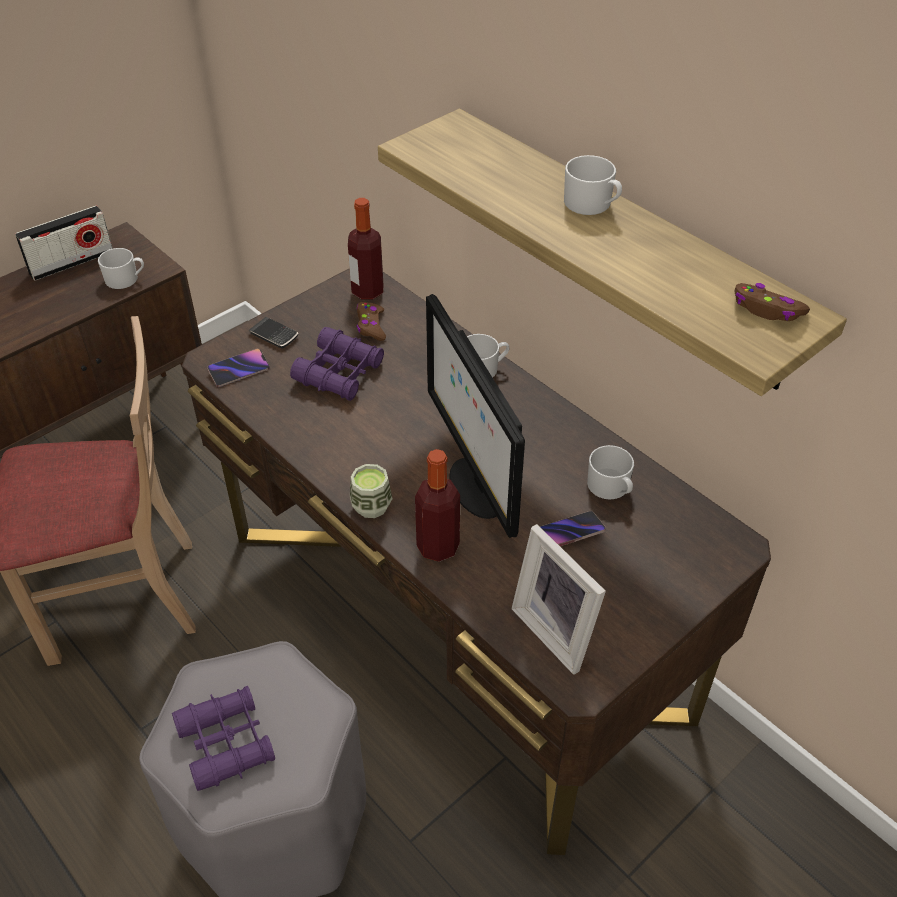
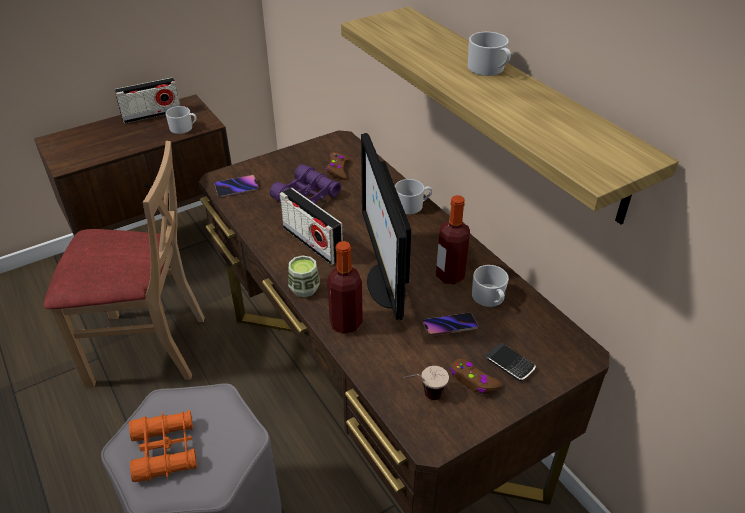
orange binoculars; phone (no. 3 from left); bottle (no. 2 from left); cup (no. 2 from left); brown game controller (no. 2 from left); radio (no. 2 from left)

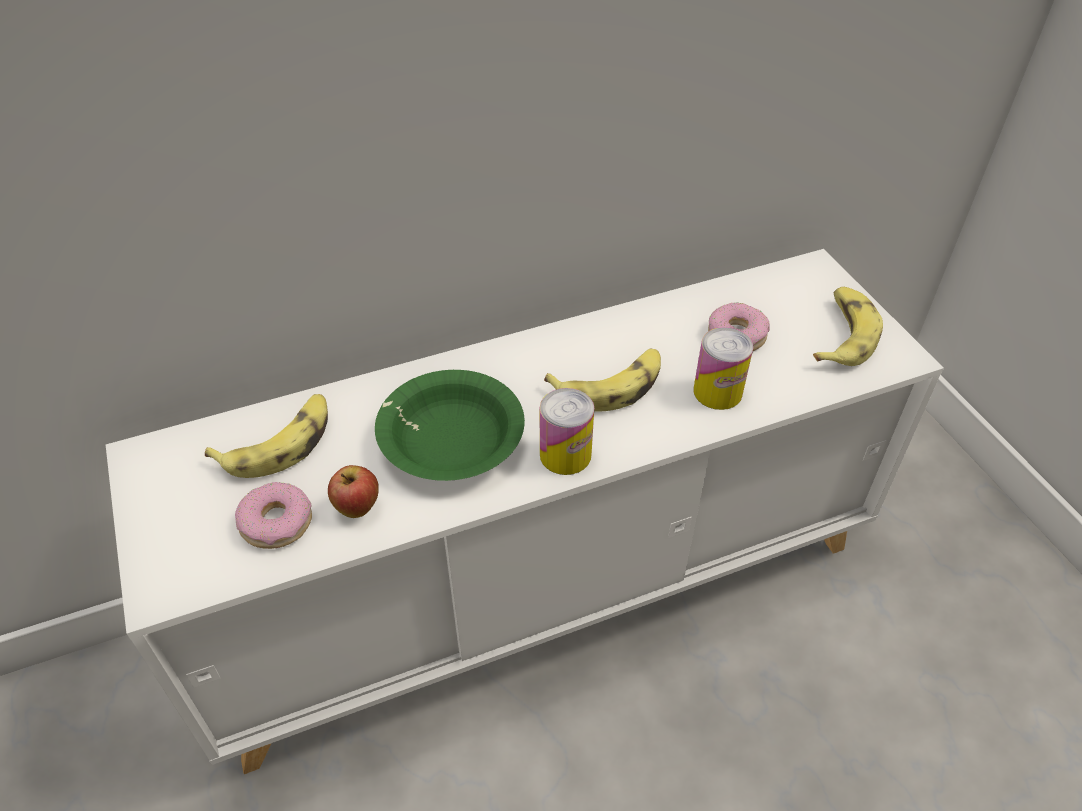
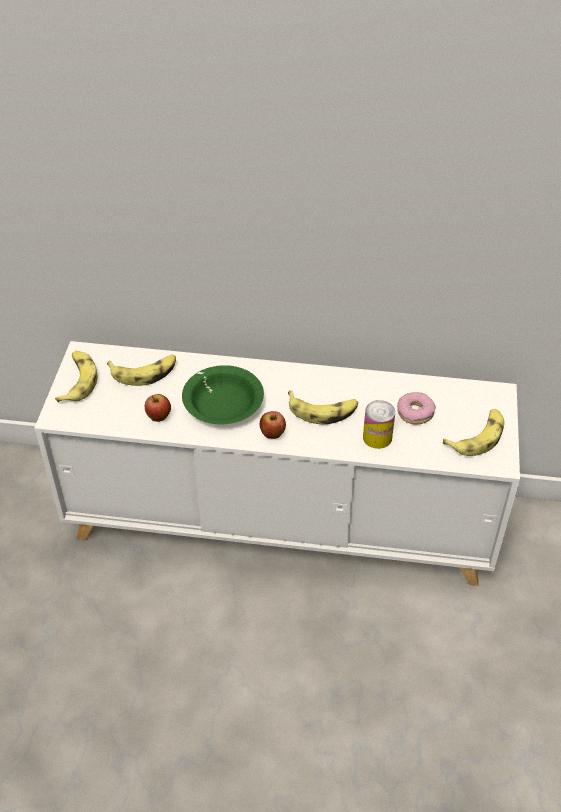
donut (no. 1 from left in the first image); apple (no. 2 from left); banana (no. 1 from left)

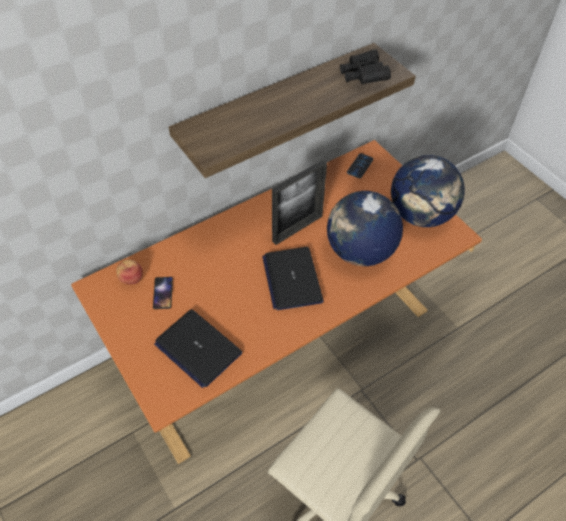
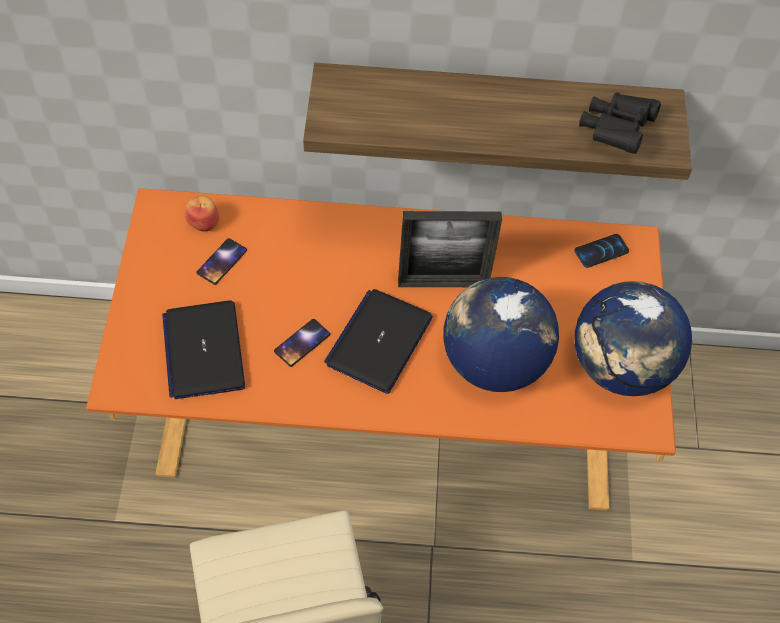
phone (no. 2 from left)

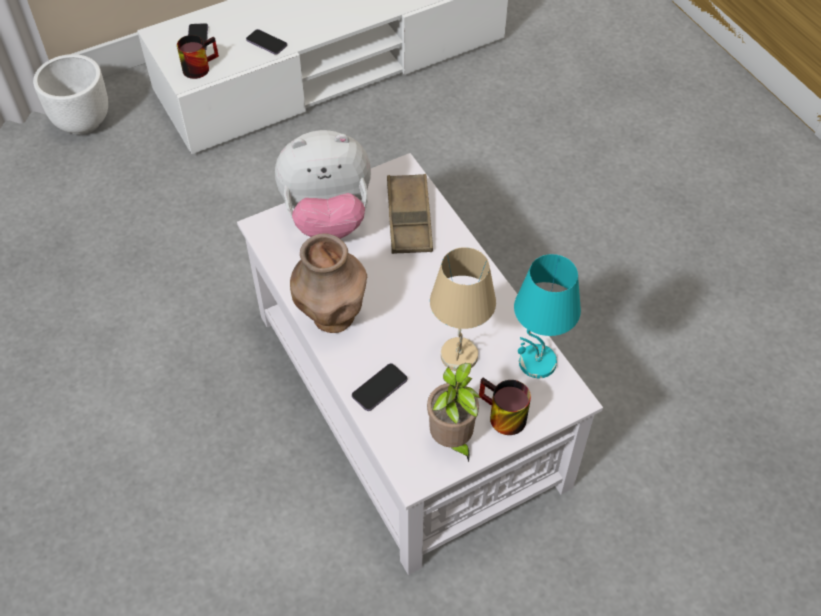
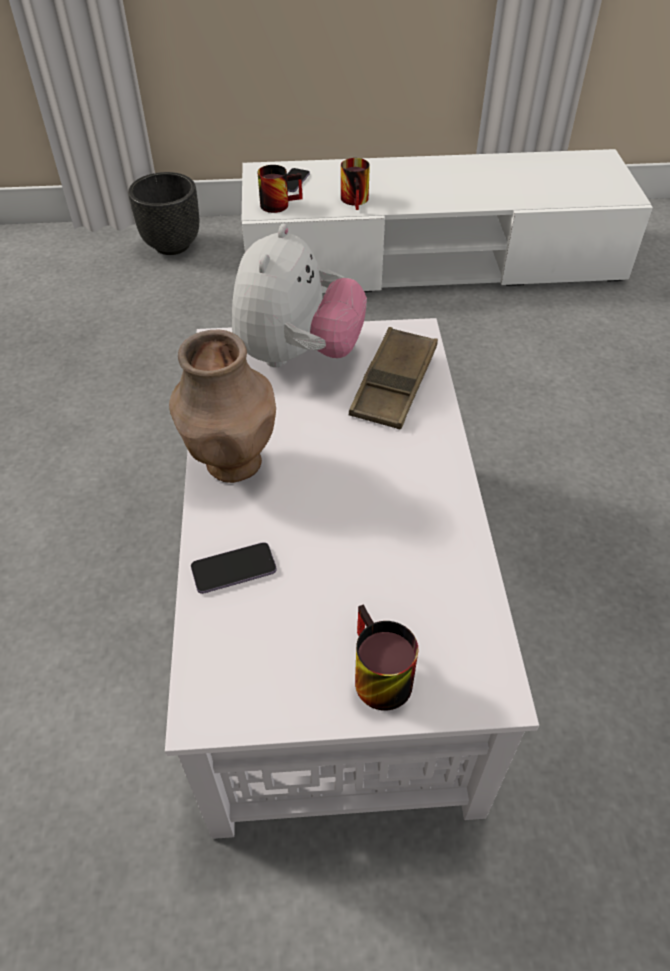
black planter; mug (no. 2 from left); plush toy; potted plant; beige table lamp; turquoise table lamp

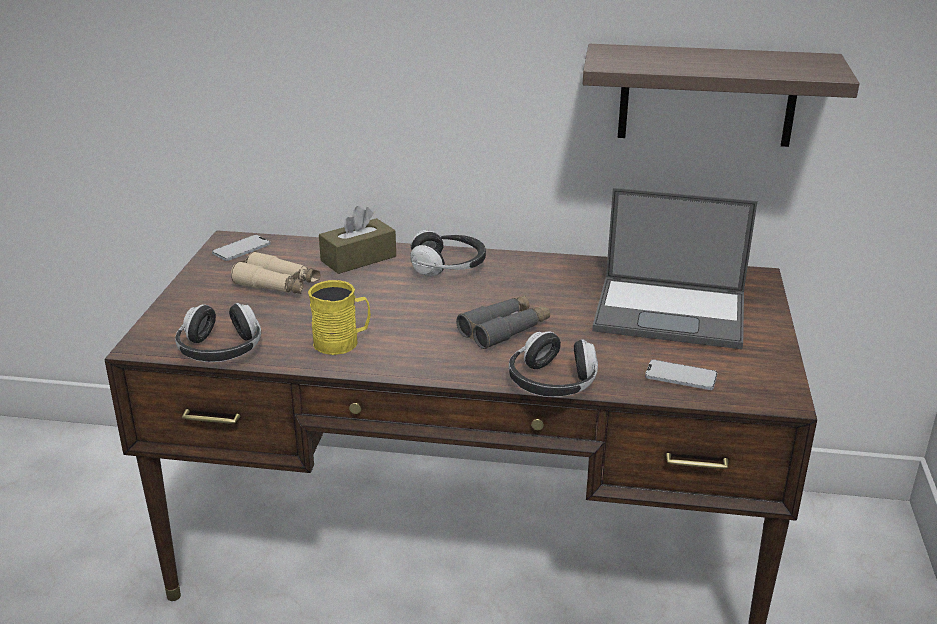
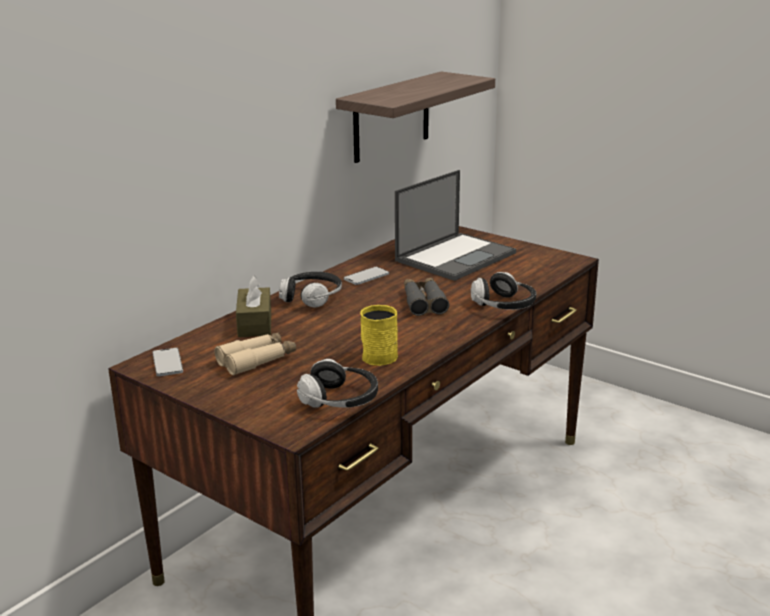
phone (no. 2 from left)

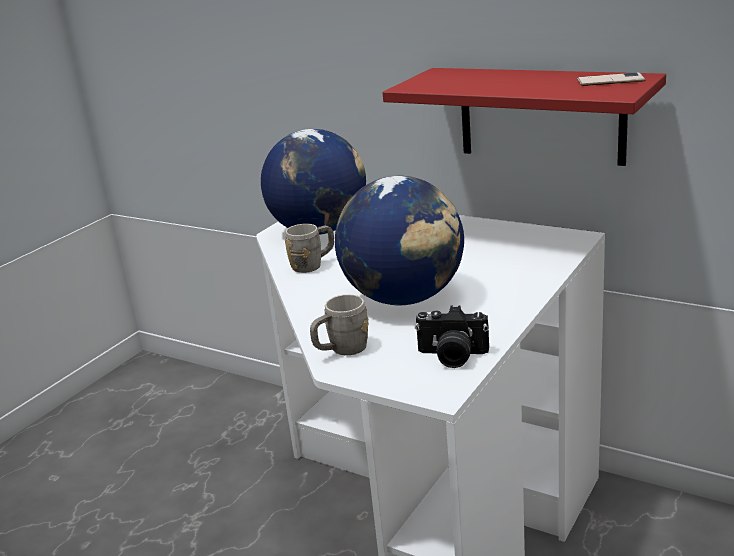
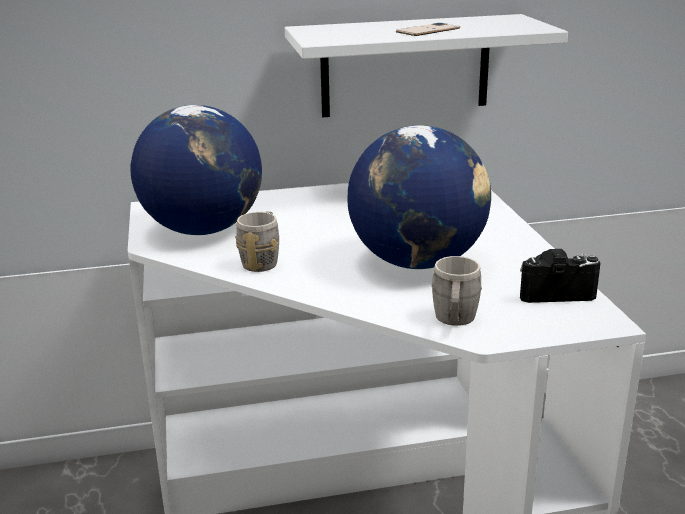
white shelf; photo camera; phone

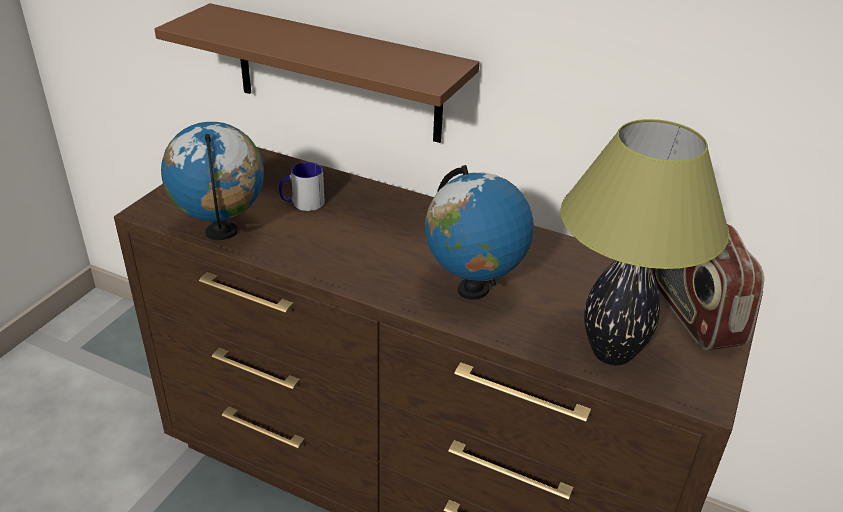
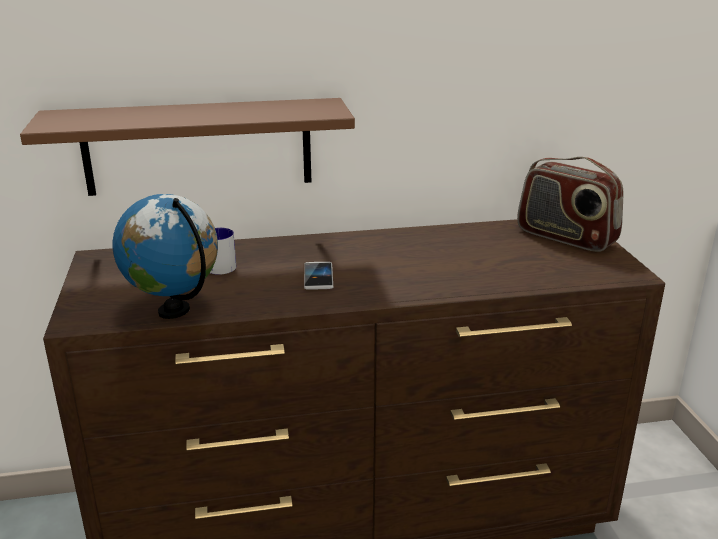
globe (no. 2 from left in the first image); table lamp; phone

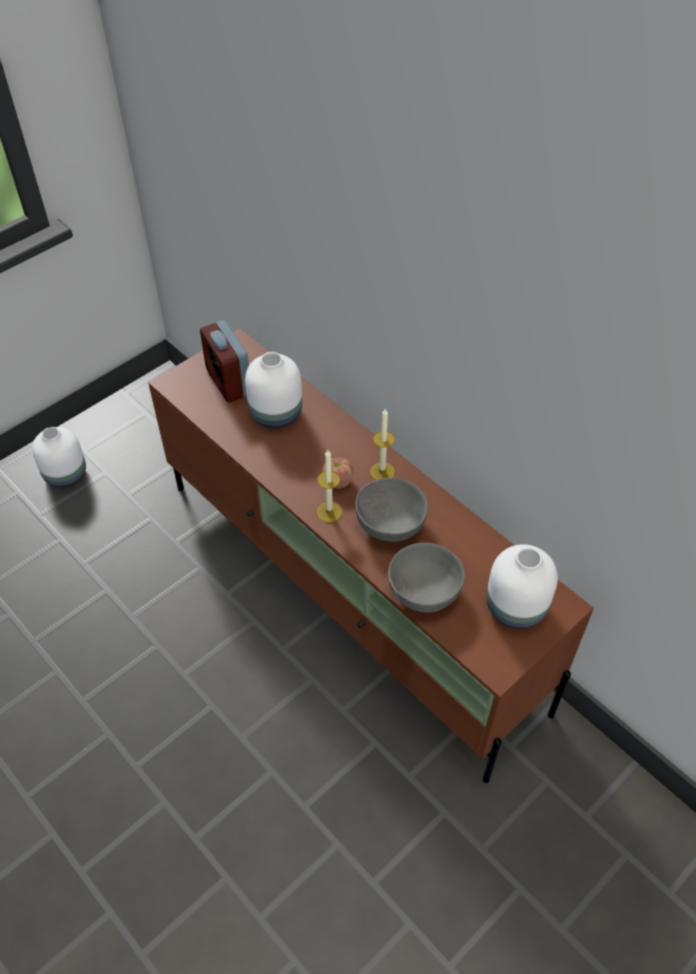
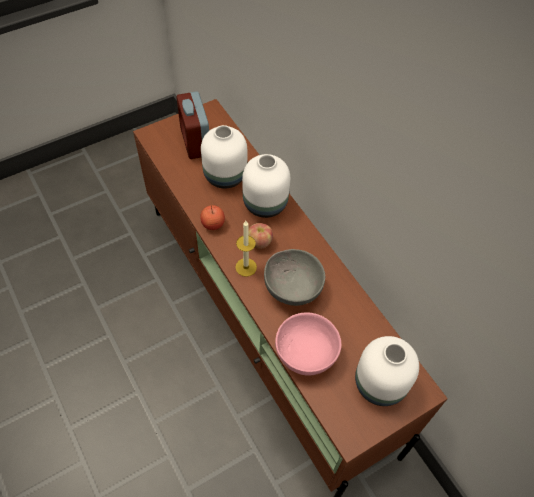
white vase (no. 2 from left); candle (no. 2 from left in the first image); pink bowl; apple (no. 1 from left)

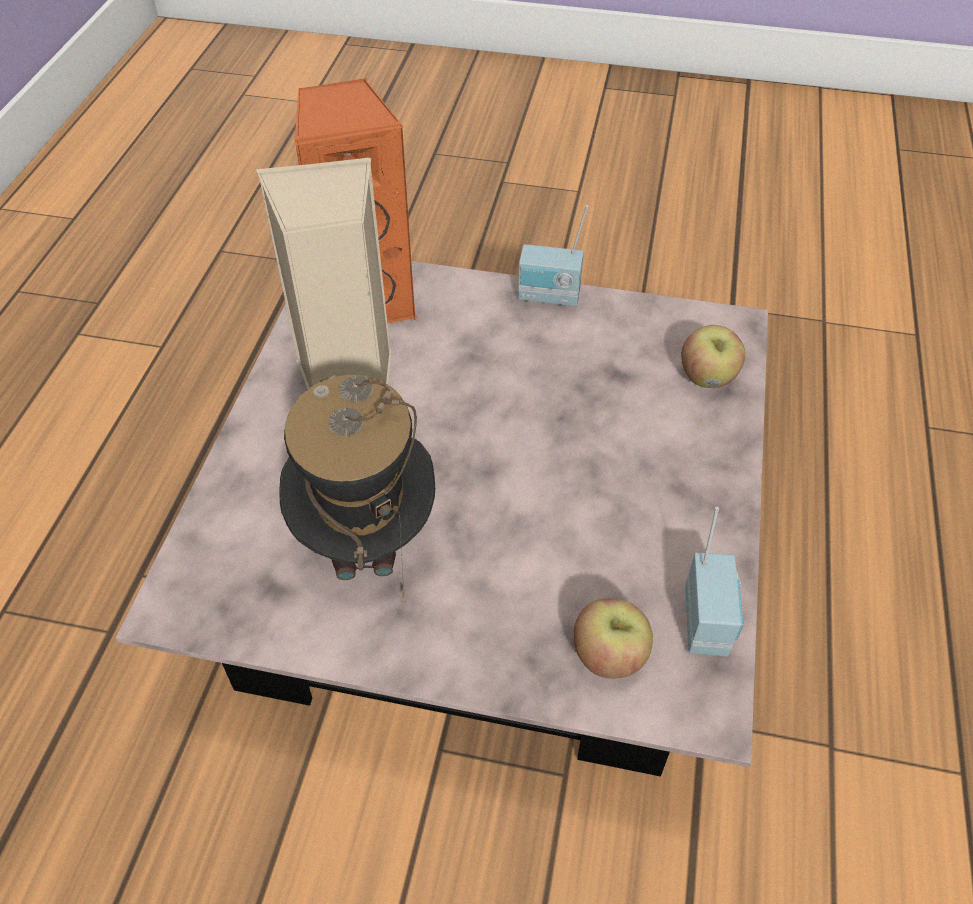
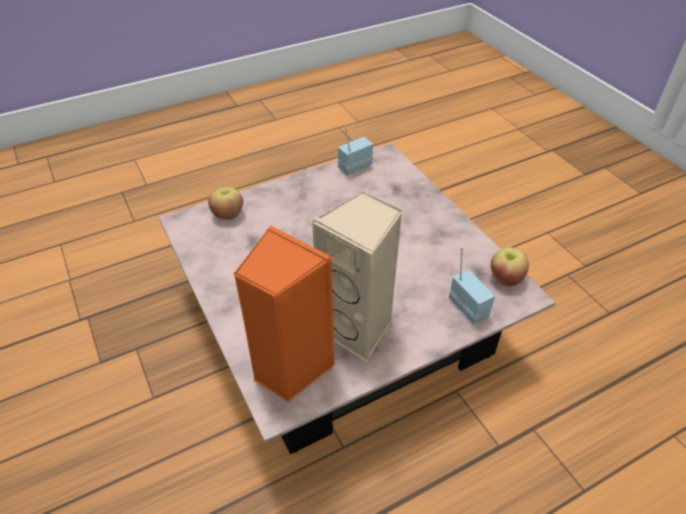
hat; radio (no. 2 from left); apple (no. 2 from left)

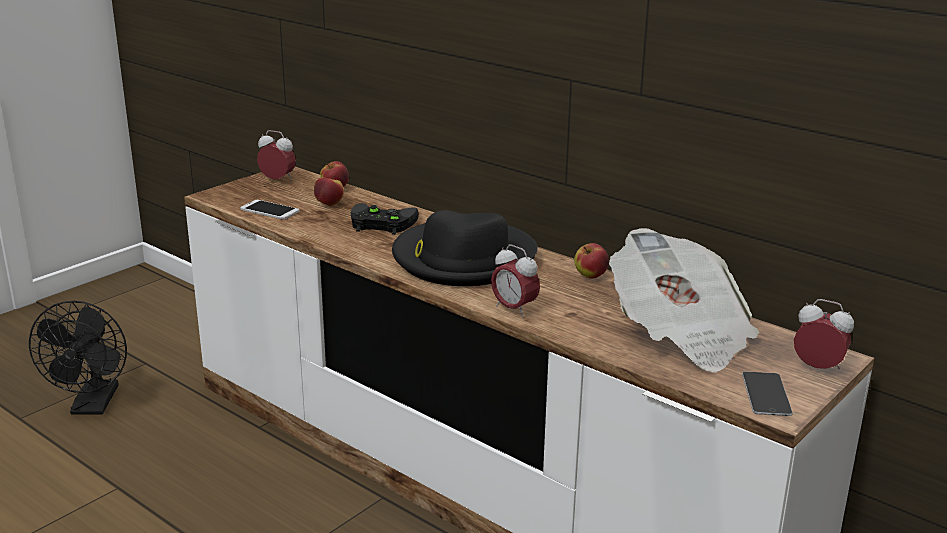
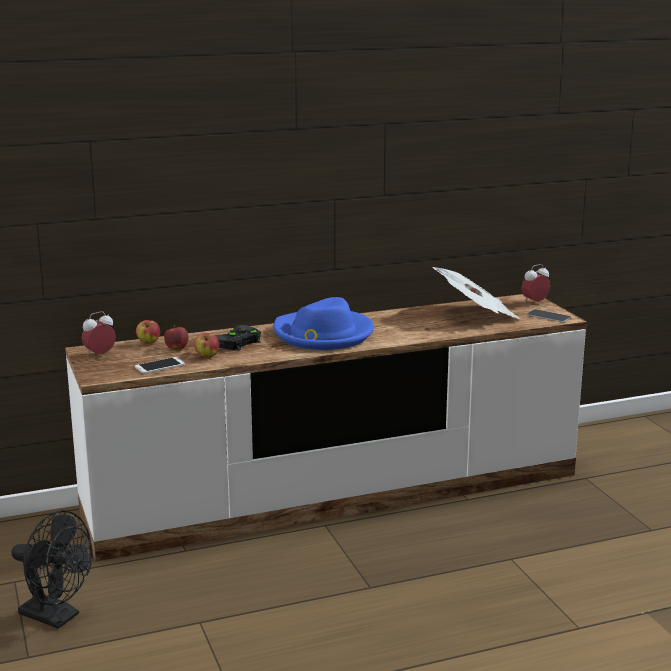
blue hat; alarm clock (no. 2 from left in the first image); apple (no. 3 from left)

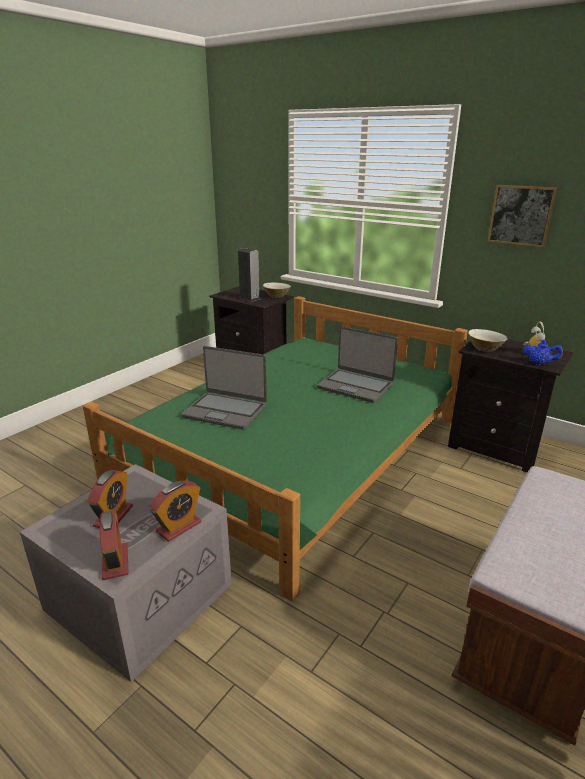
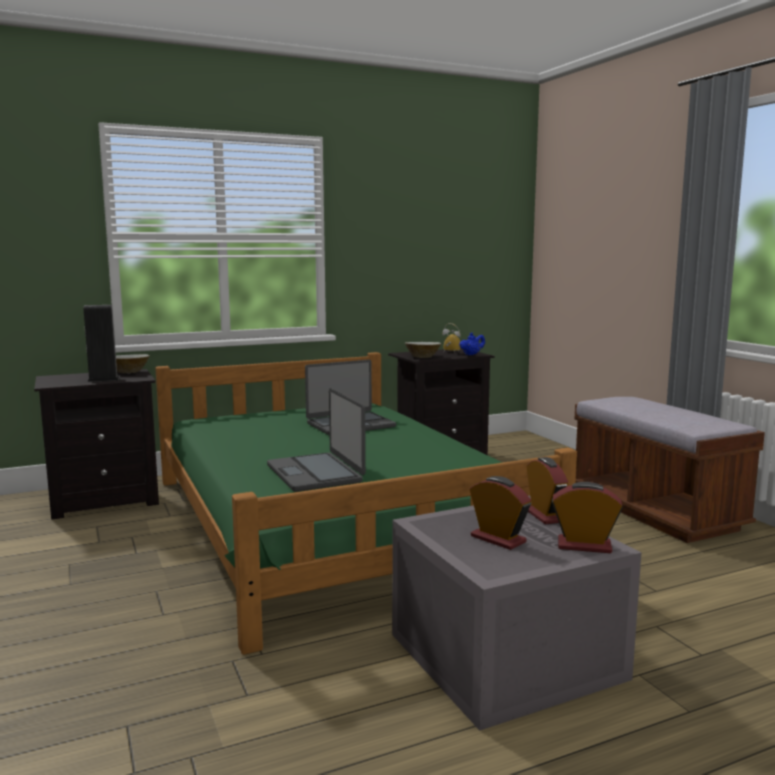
laptop (no. 1 from left); picture

